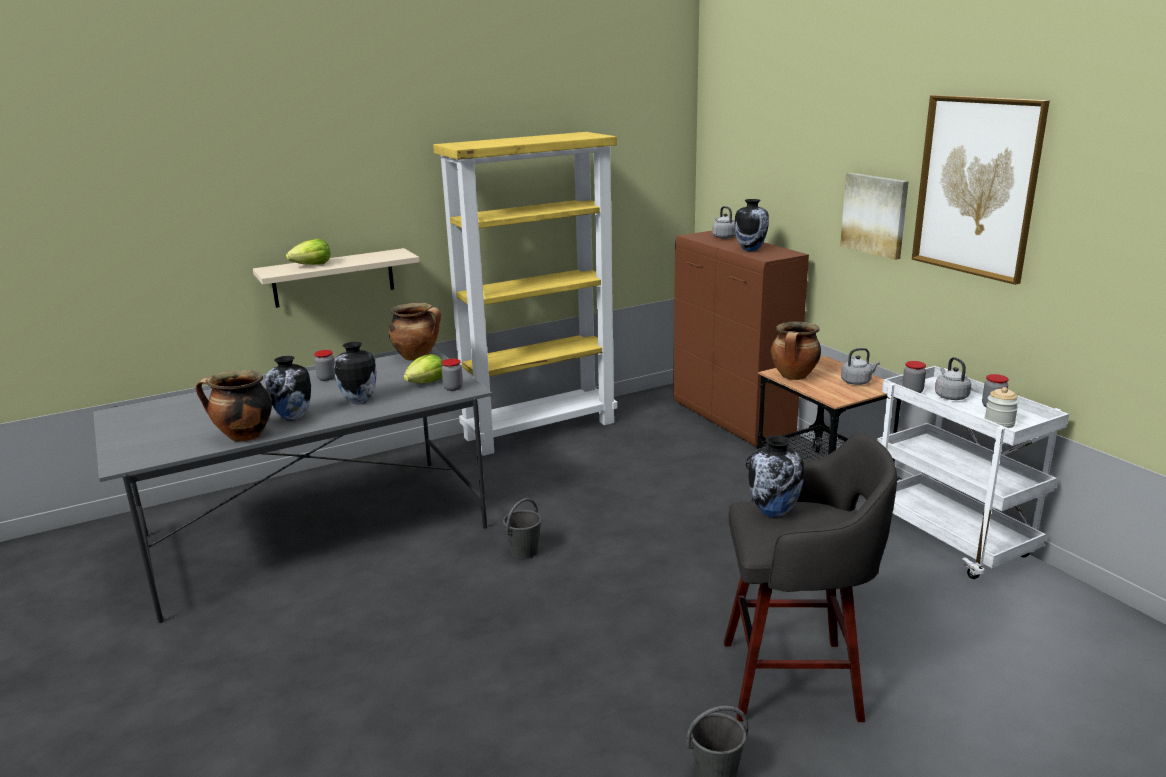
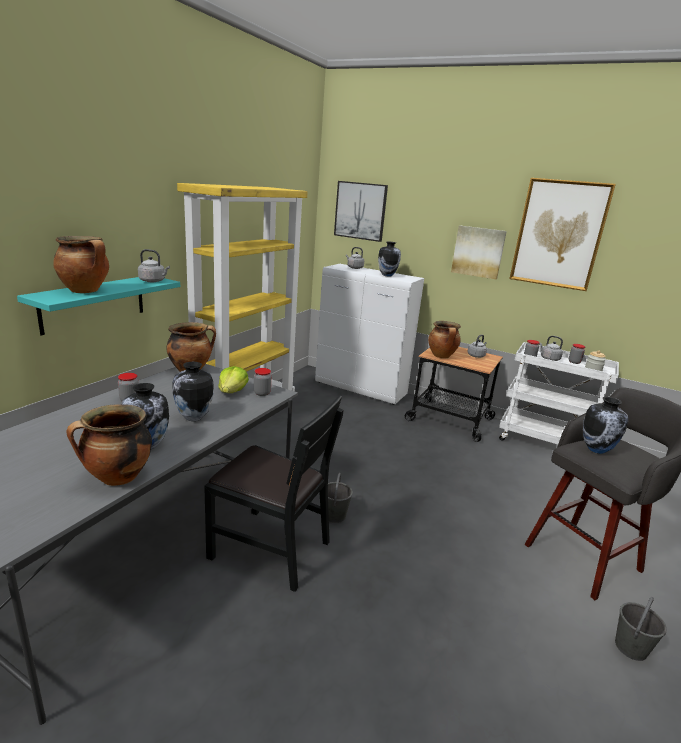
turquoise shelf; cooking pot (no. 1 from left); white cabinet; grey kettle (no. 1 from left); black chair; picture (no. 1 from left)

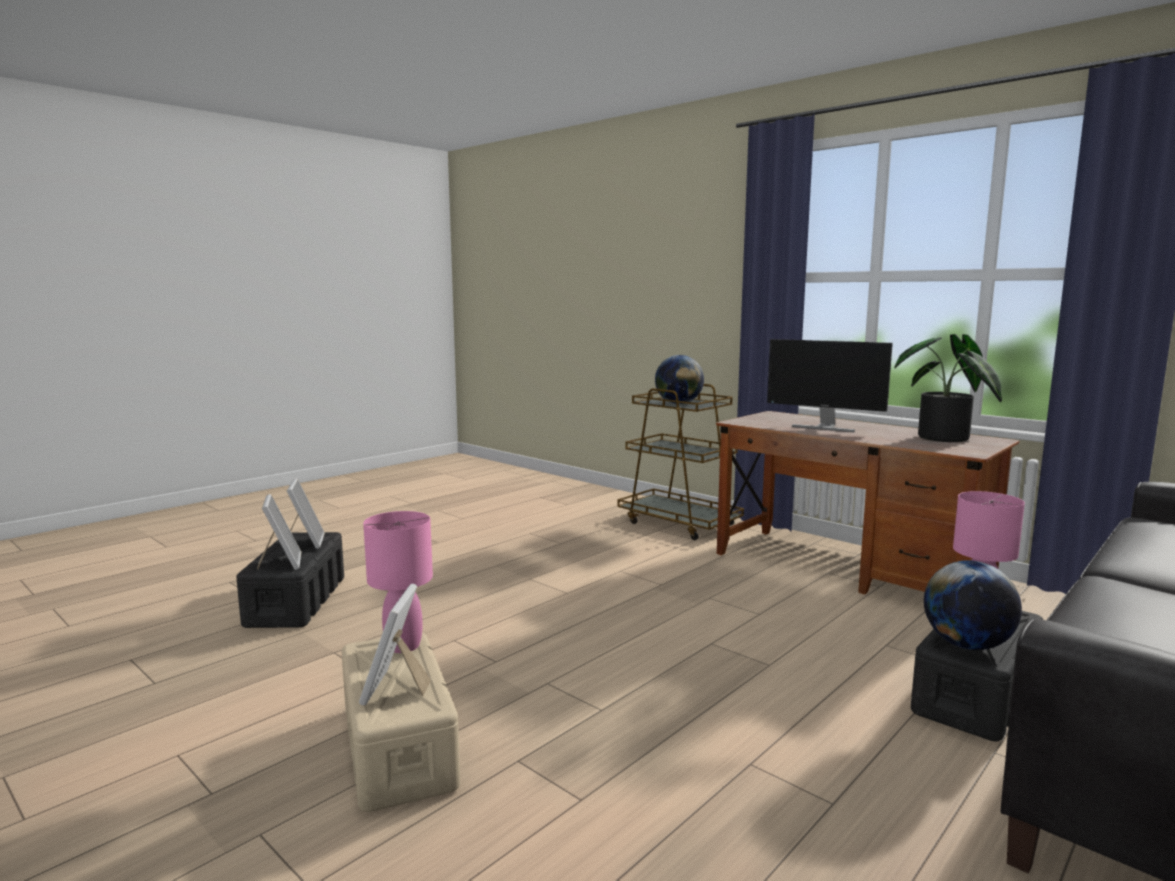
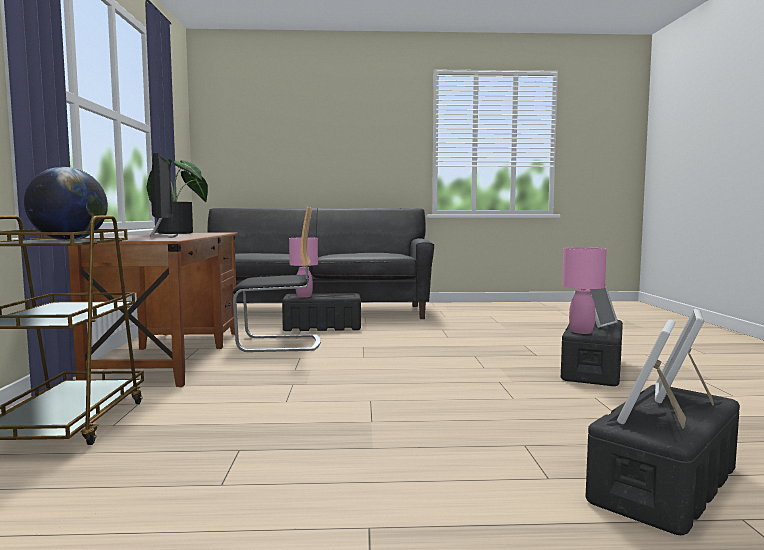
black storage box (no. 2 from left); globe (no. 2 from left in the first image); chair

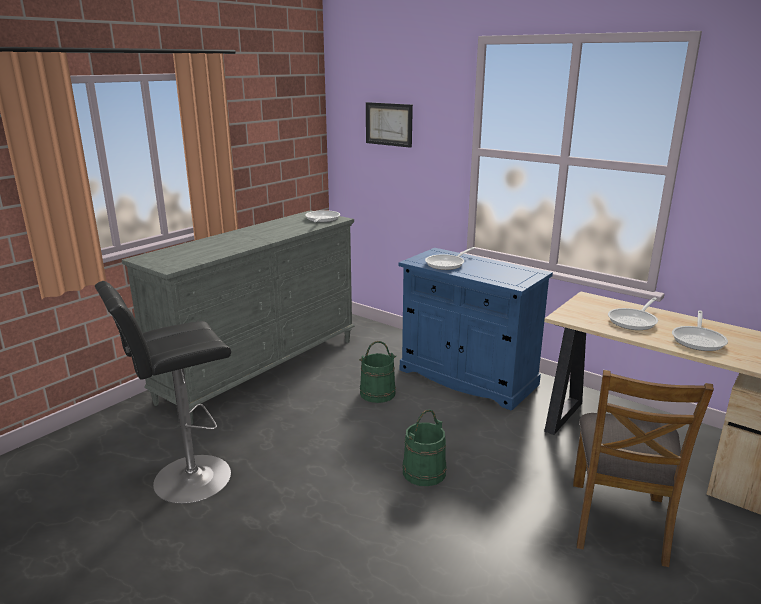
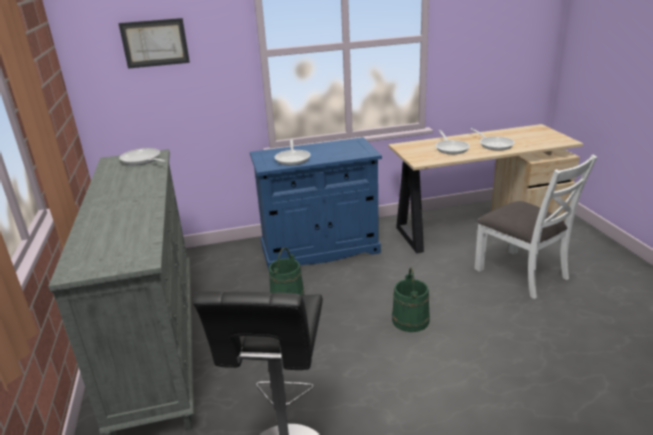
white chair

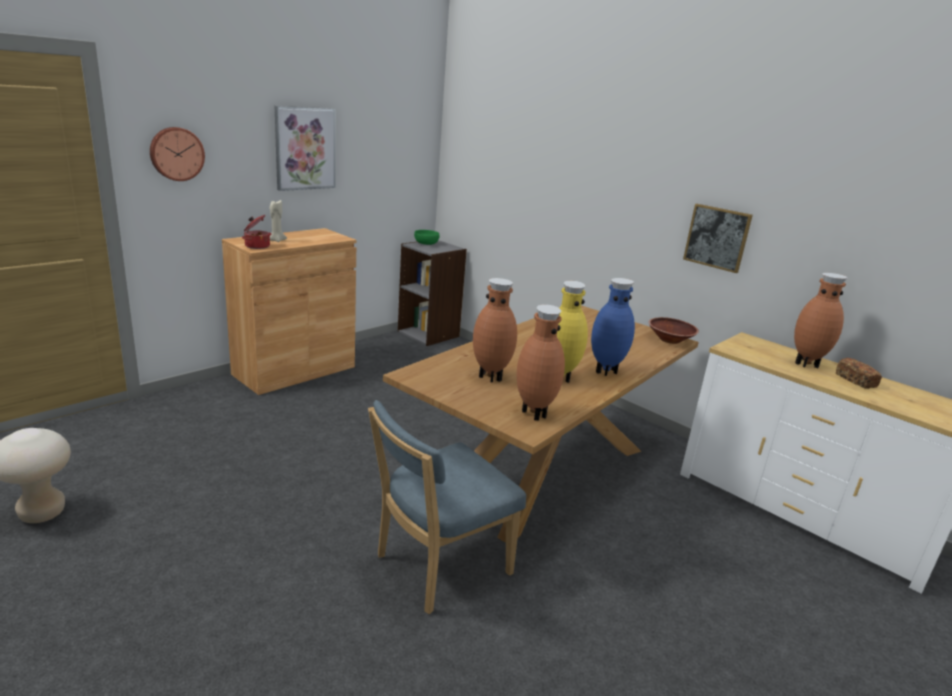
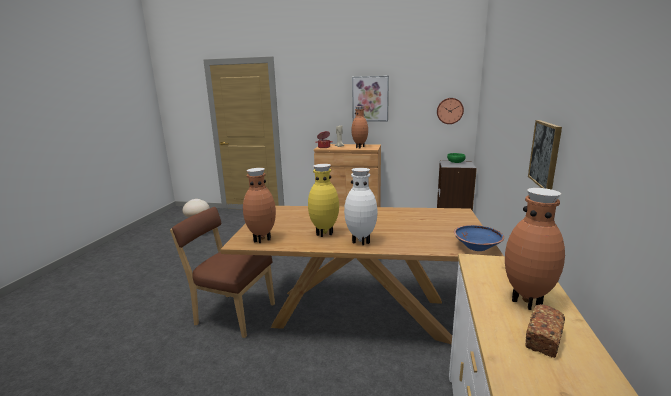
wall clock; brown chair; brown vase (no. 2 from left); white vase; blue bowl

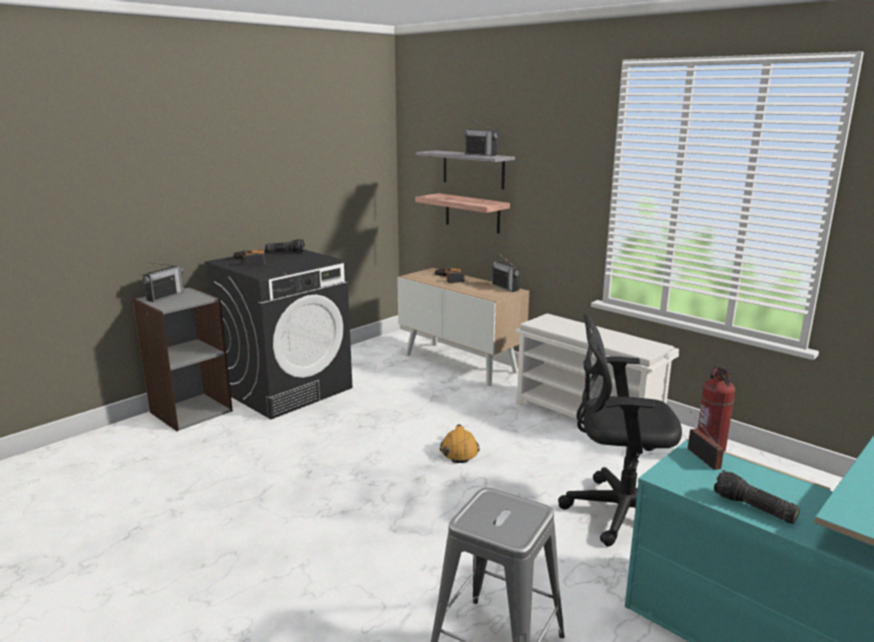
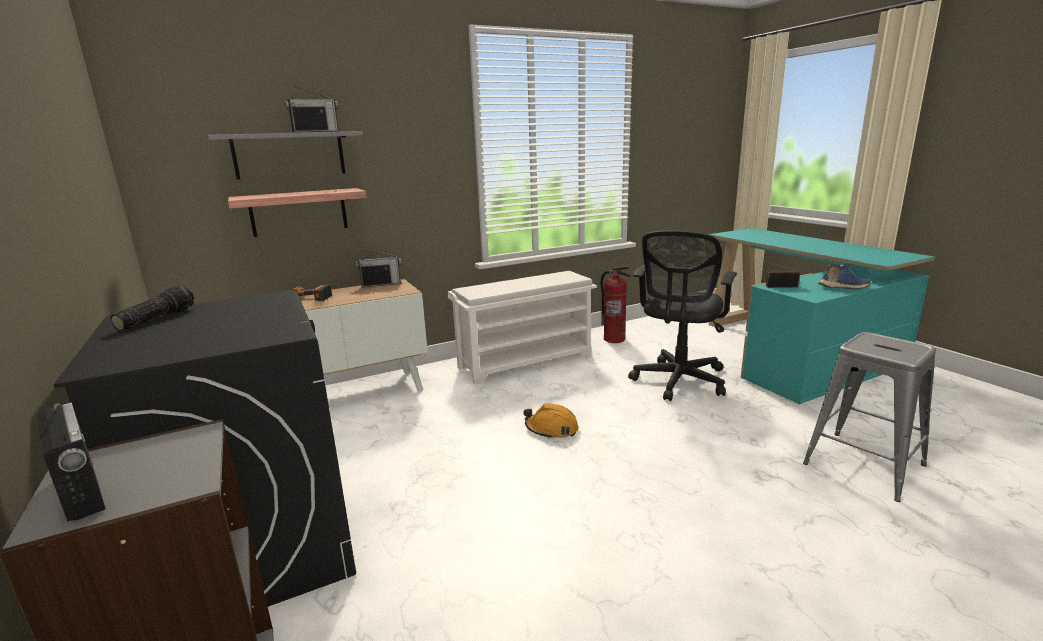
power drill (no. 1 from left in the first image); blue shoe

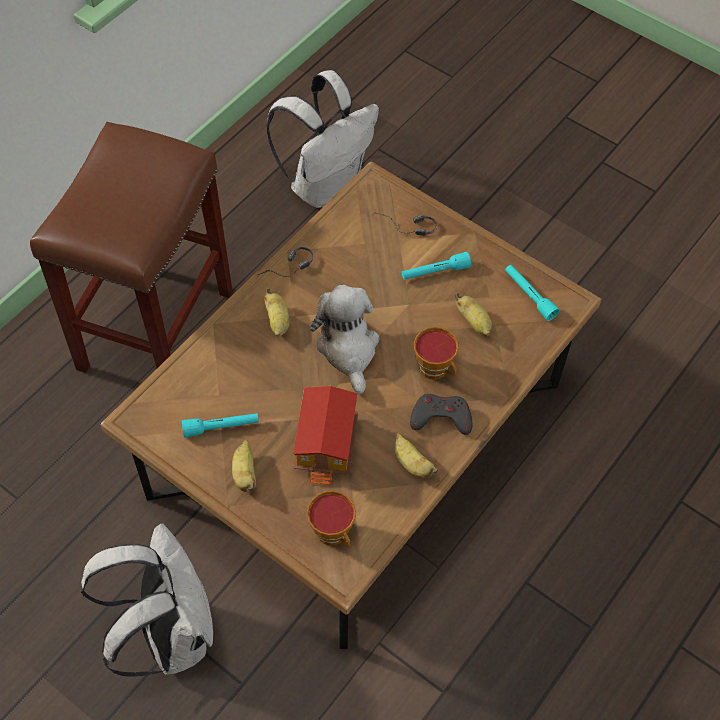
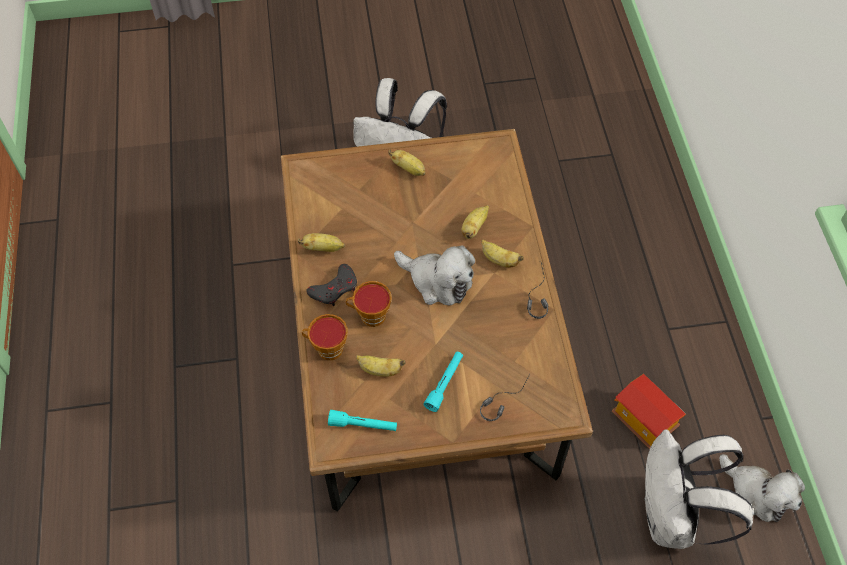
brown stool; turquoise flashlight (no. 1 from left in the first image); toy house; cup (no. 1 from left); banana (no. 4 from left); plush toy (no. 2 from left)

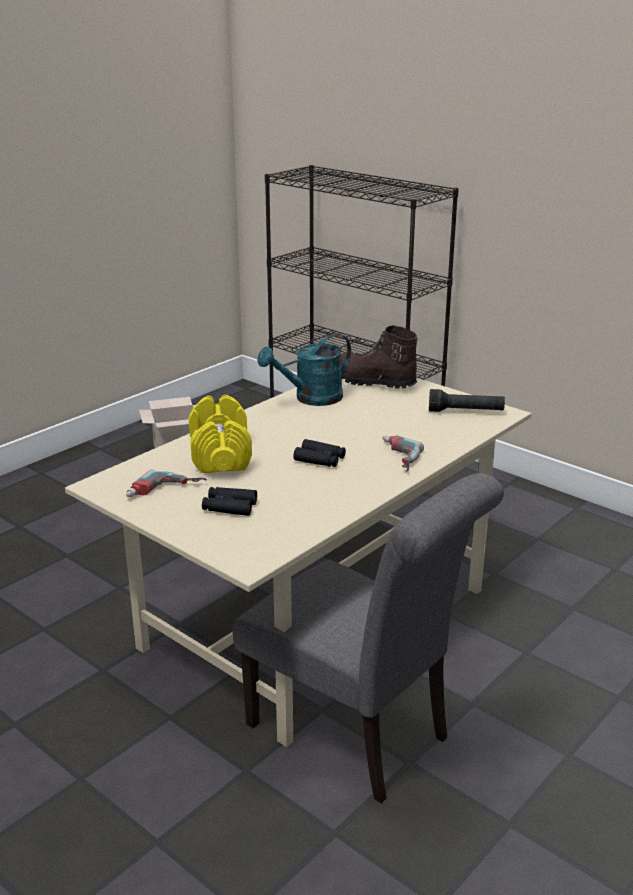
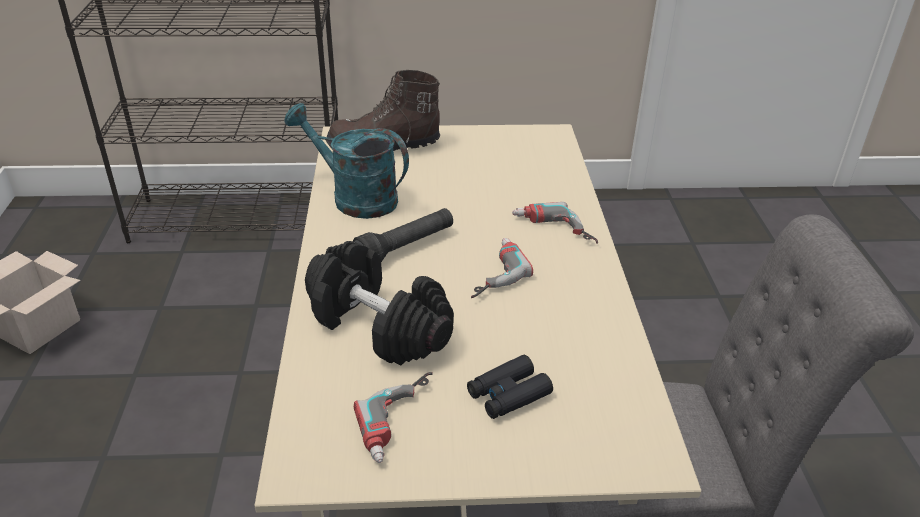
black dumbbell; turquoise watering can; power drill (no. 2 from left); black flashlight

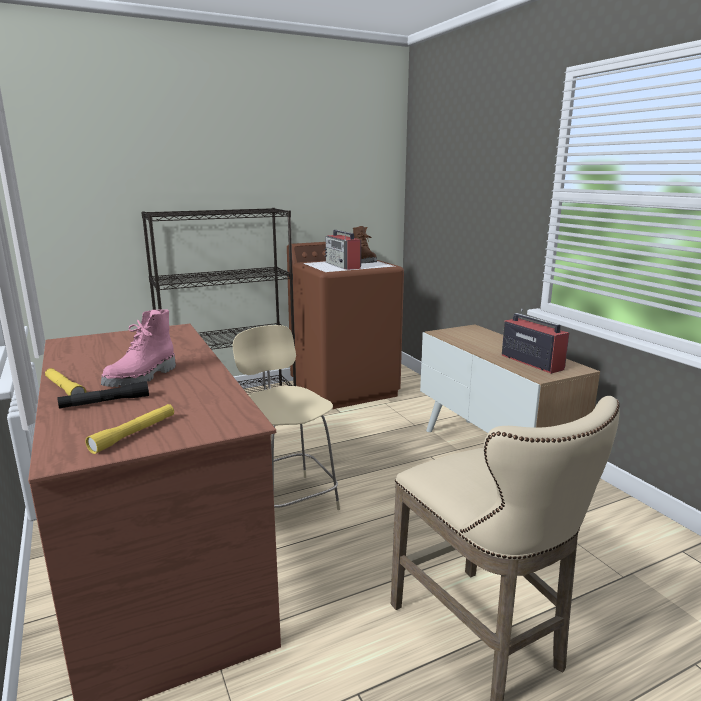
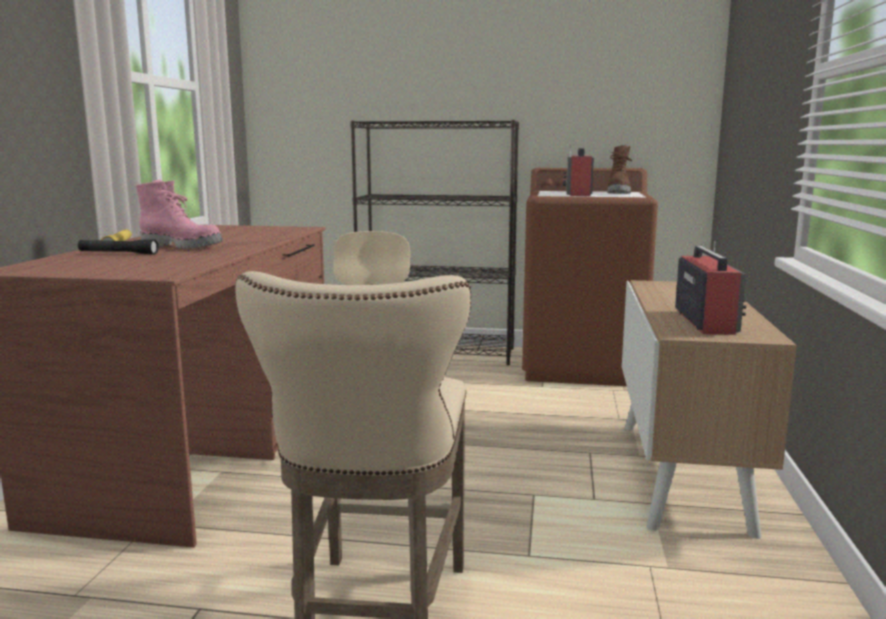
yellow flashlight (no. 2 from left in the first image); pink boot

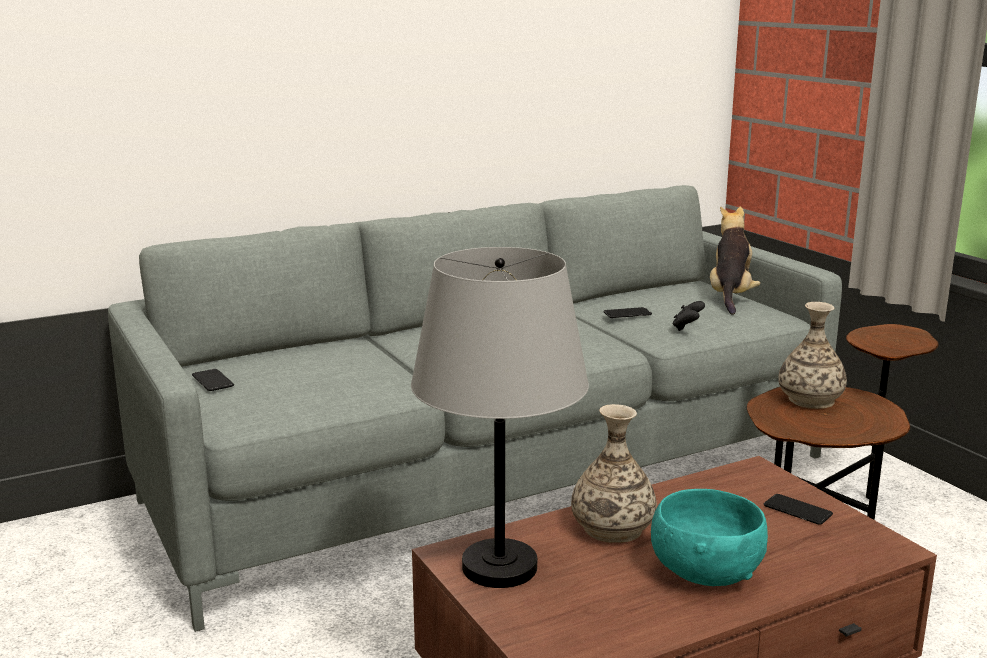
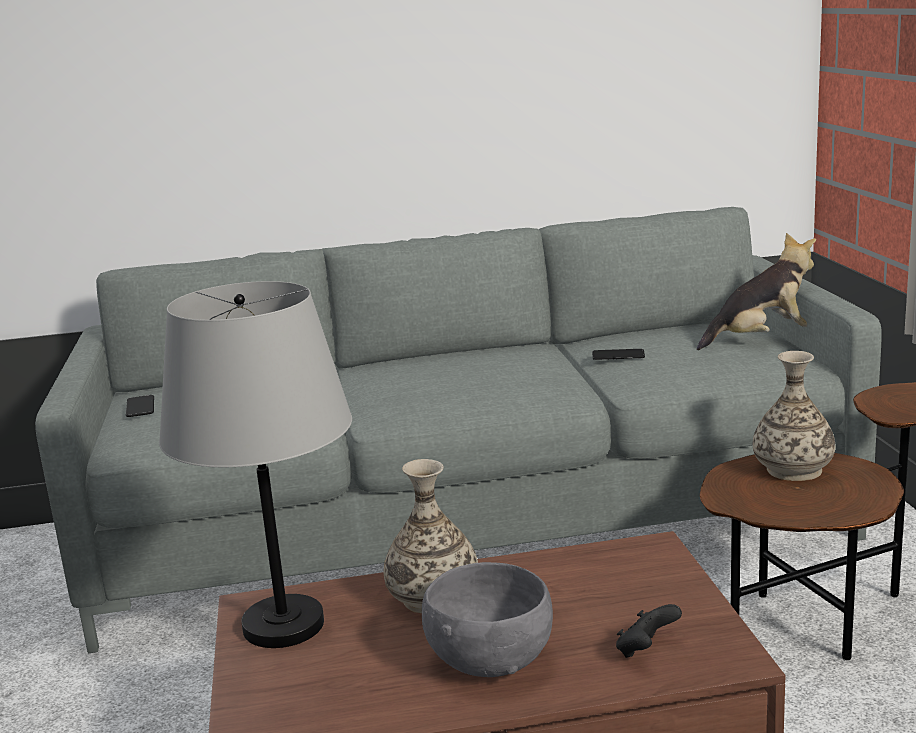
grey bowl; black game controller; plush toy; phone (no. 3 from left in the first image)

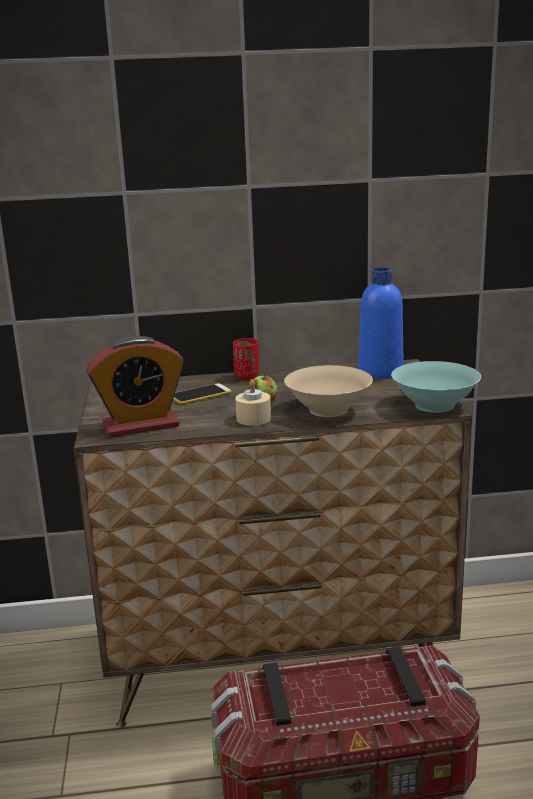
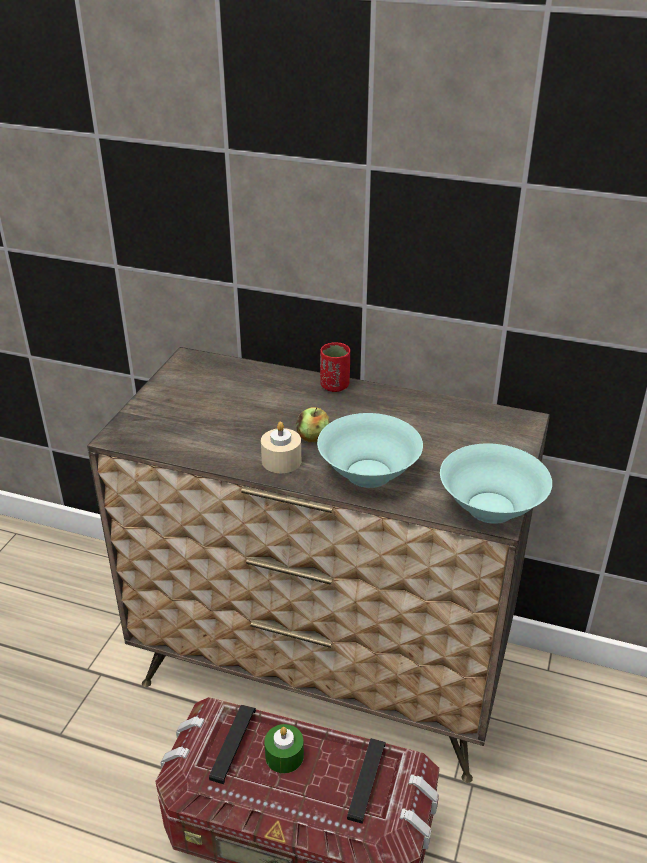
alarm clock; phone; turquoise bowl (no. 1 from left); blue bottle; green candle

